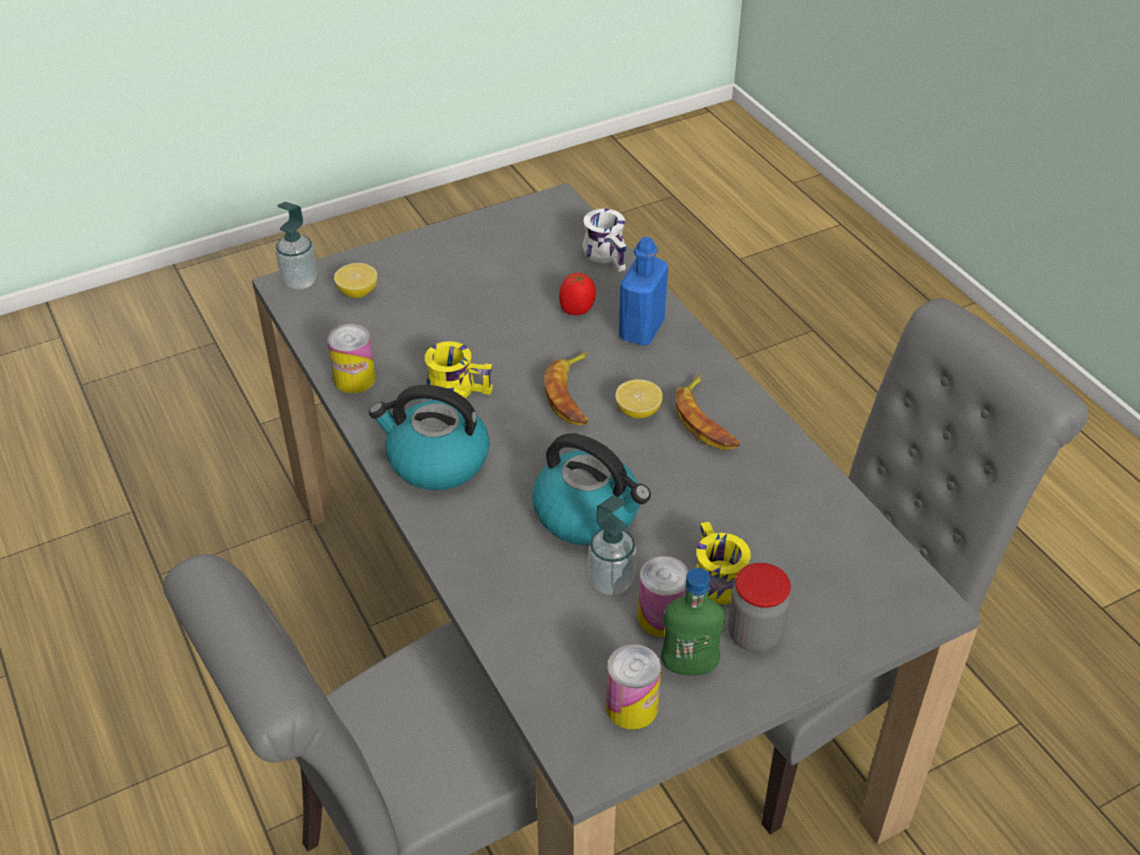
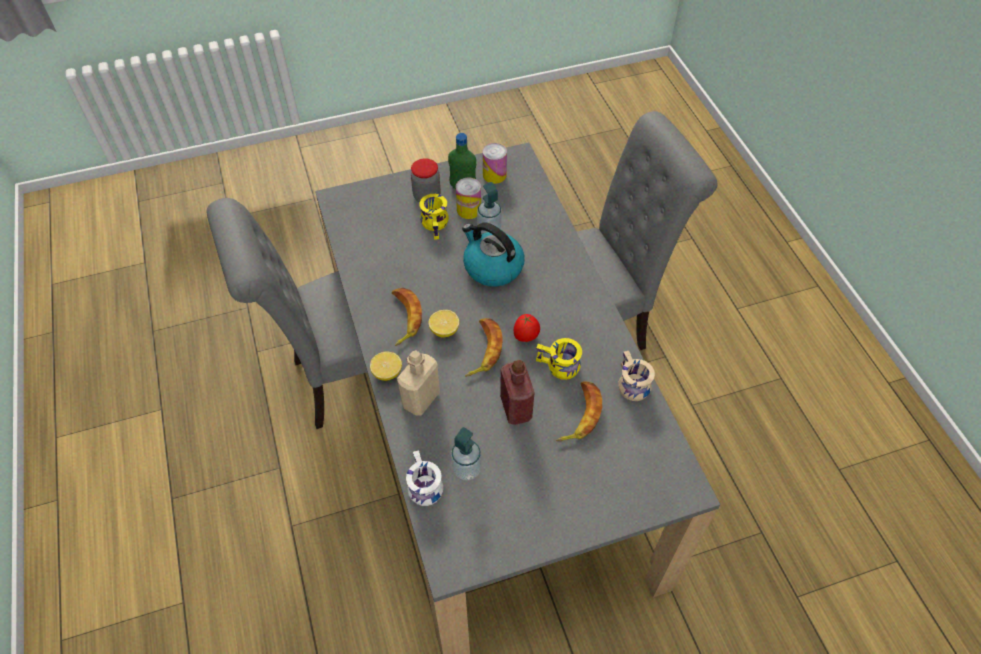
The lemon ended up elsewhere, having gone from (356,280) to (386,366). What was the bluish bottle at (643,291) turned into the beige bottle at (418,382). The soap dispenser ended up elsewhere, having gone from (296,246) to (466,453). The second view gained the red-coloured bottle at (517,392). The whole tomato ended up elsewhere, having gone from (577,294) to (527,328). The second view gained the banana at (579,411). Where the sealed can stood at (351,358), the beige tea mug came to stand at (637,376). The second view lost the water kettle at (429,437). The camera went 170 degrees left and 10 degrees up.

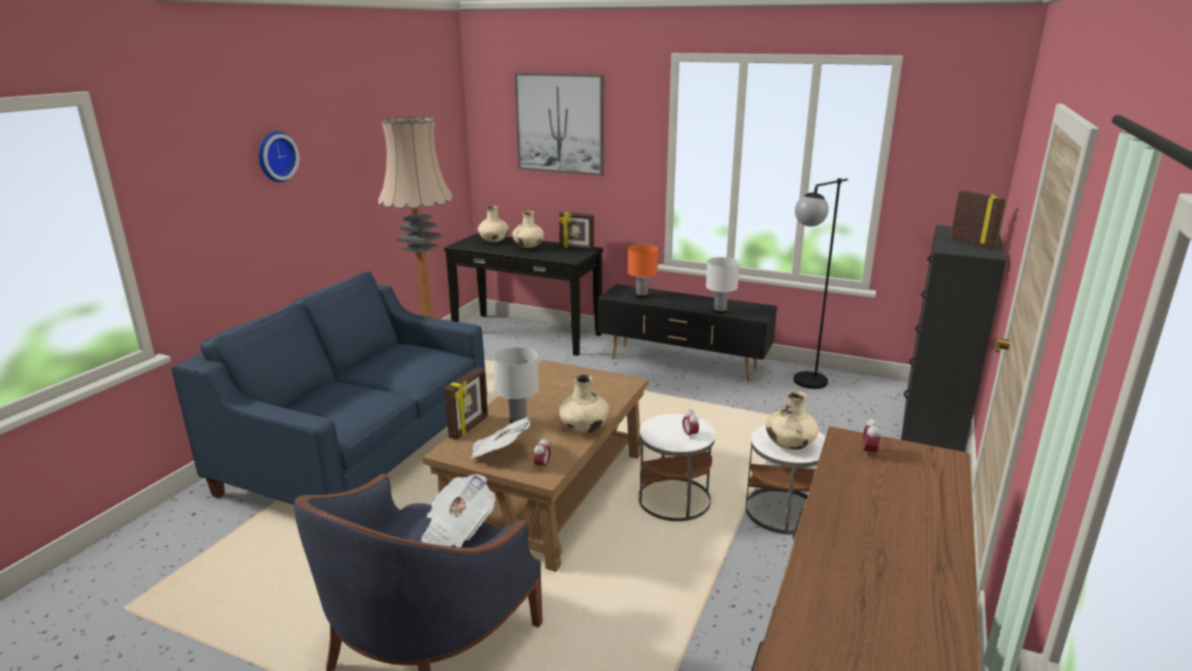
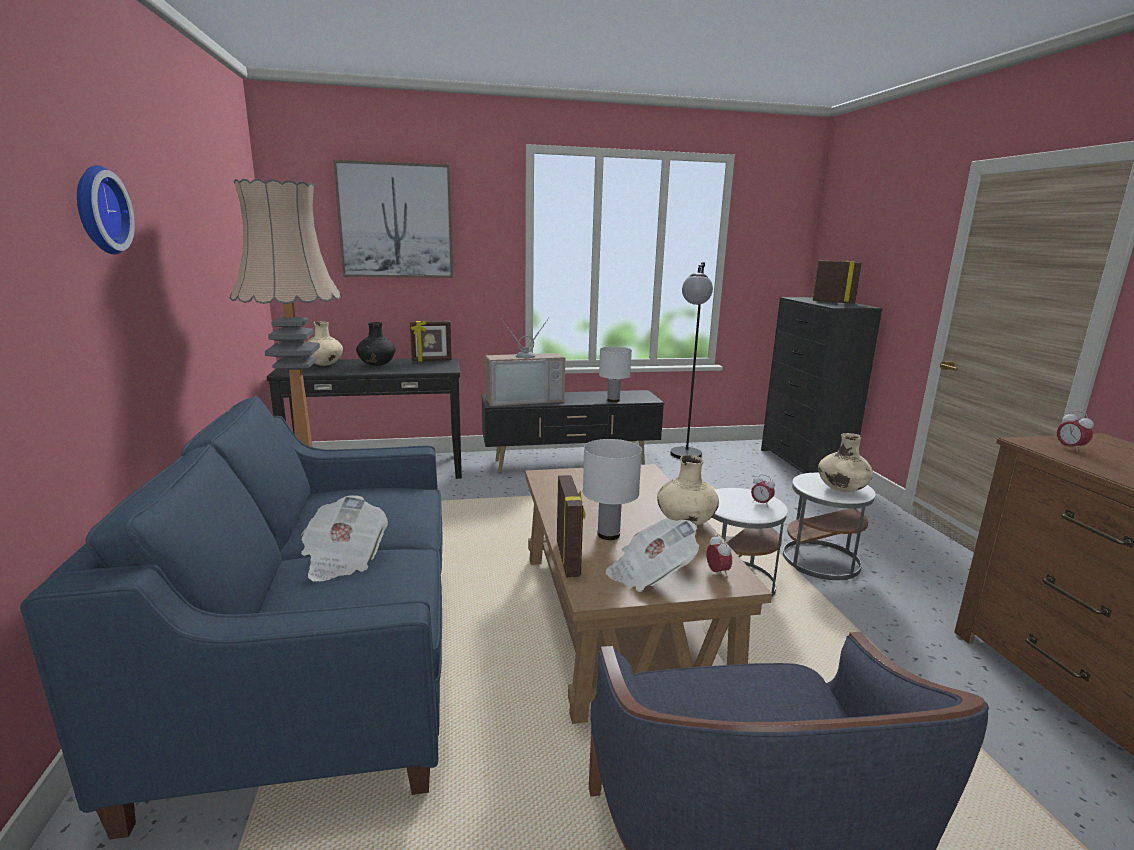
The daily paper ended up elsewhere, having gone from (458,510) to (344,538). What was the beige flower vase at (528,229) turned into the black flower vase at (376,344). Where the orangey lamp for a table stood at (643,271), the television came to stand at (525,362). The camera went 35 degrees left and 5 degrees down.

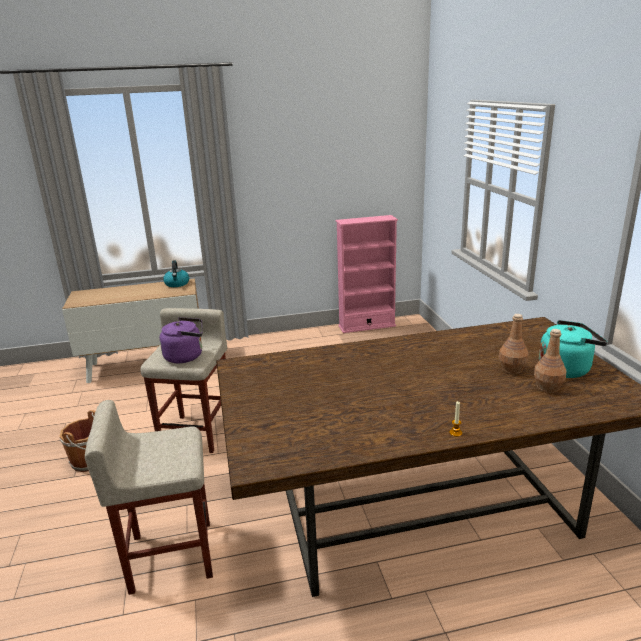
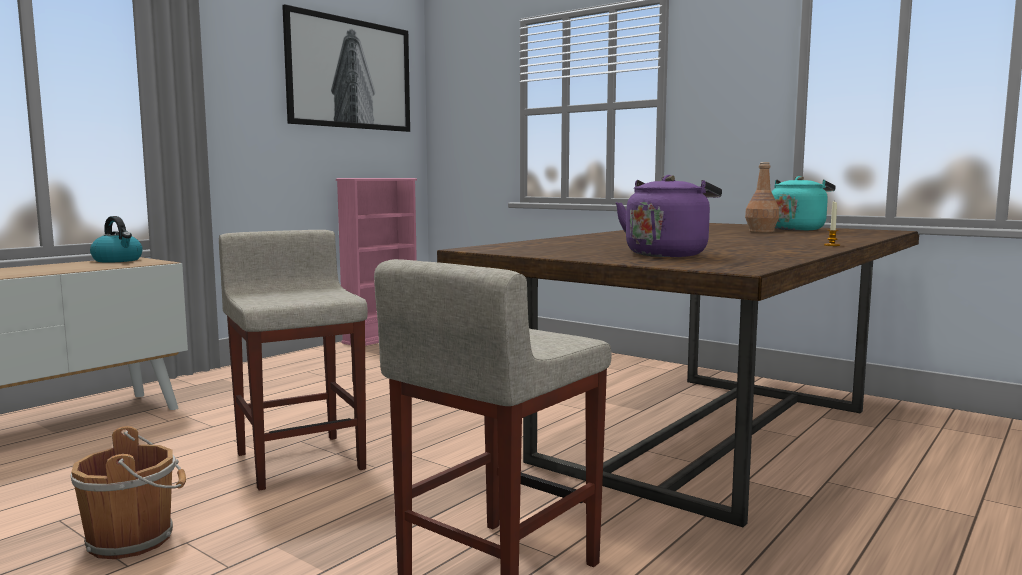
The second view gained the picture at (346,68). The purple water kettle ended up elsewhere, having gone from (181,340) to (669,216). The second view lost the brown-coloured bottle at (550,361). The camera went 40 degrees left and 15 degrees down.

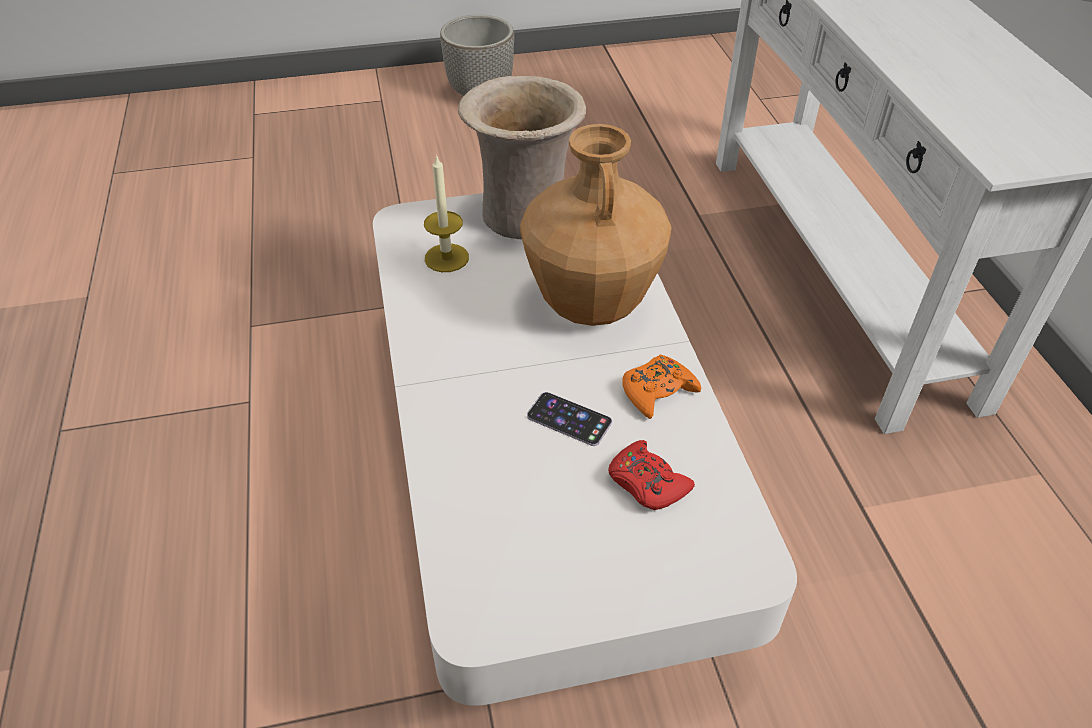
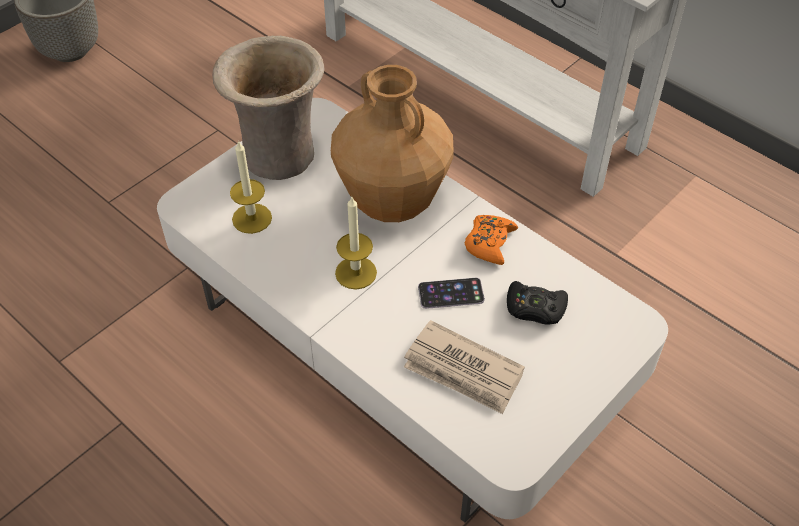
The second view gained the wax candle at (356,243). The second view gained the daily paper at (464,367). What was the red-coloured game controller at (651,475) turned into the black game controller at (537,303). The camera went 35 degrees left and 5 degrees up.

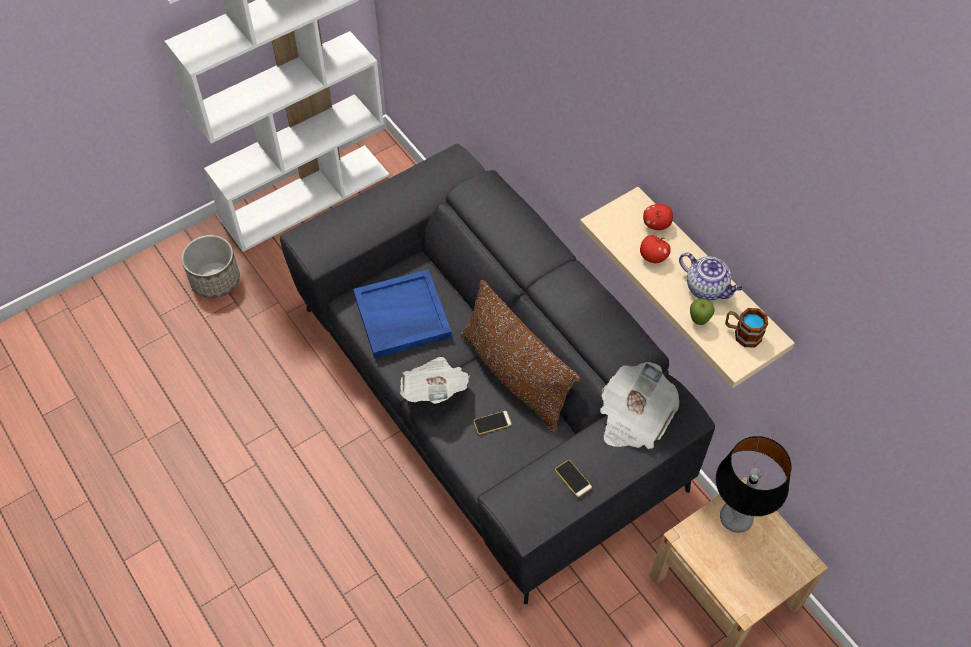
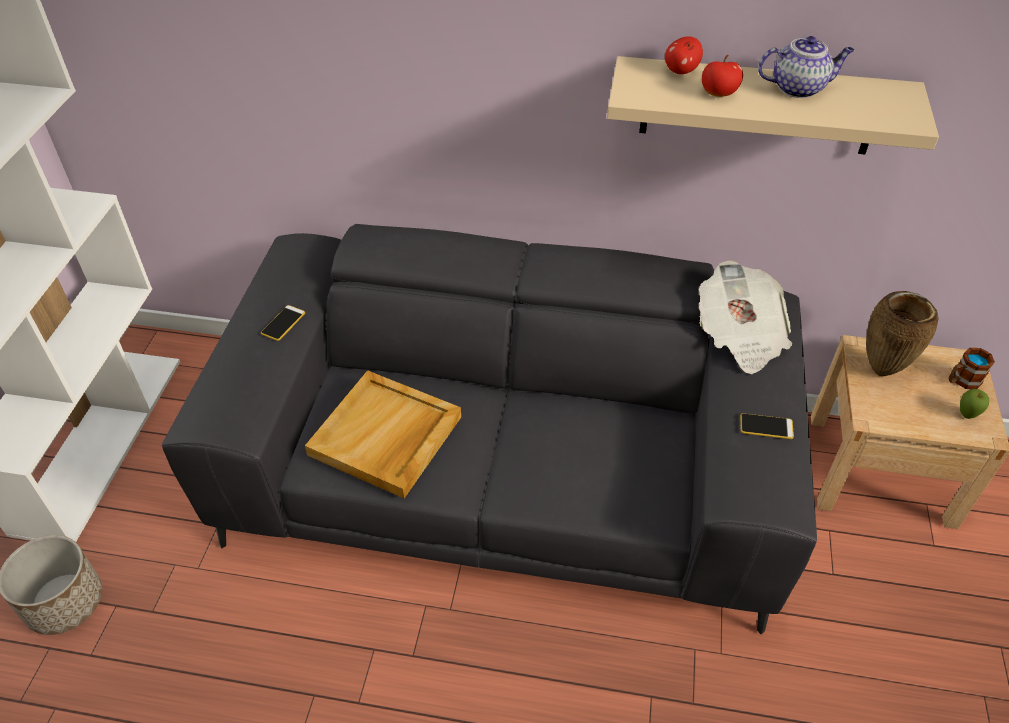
The telephone ended up elsewhere, having gone from (493,423) to (283,323). What was the bluish serving tray at (402,314) turned into the beige serving tray at (383,434). Where the lamp for a table stood at (753,484), the brown-coloured flower vase came to stand at (902,333). The tea mug ended up elsewhere, having gone from (746,328) to (971,368). The apple fruit ended up elsewhere, having gone from (702,311) to (974,404). The second view lost the daily paper at (435,380). The second view lost the brown-coloured throw pillow at (520,356). The camera went 45 degrees left and 10 degrees down.

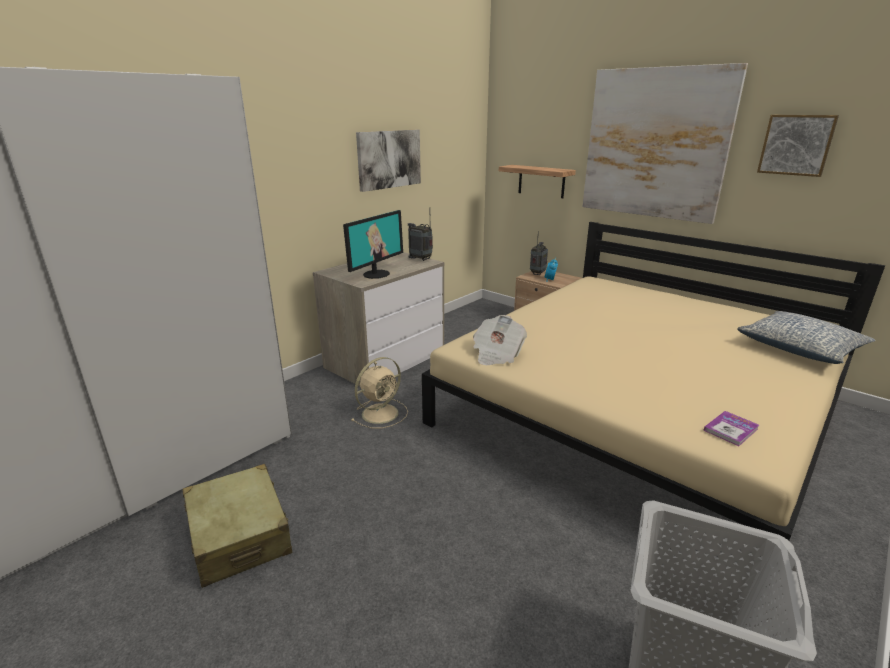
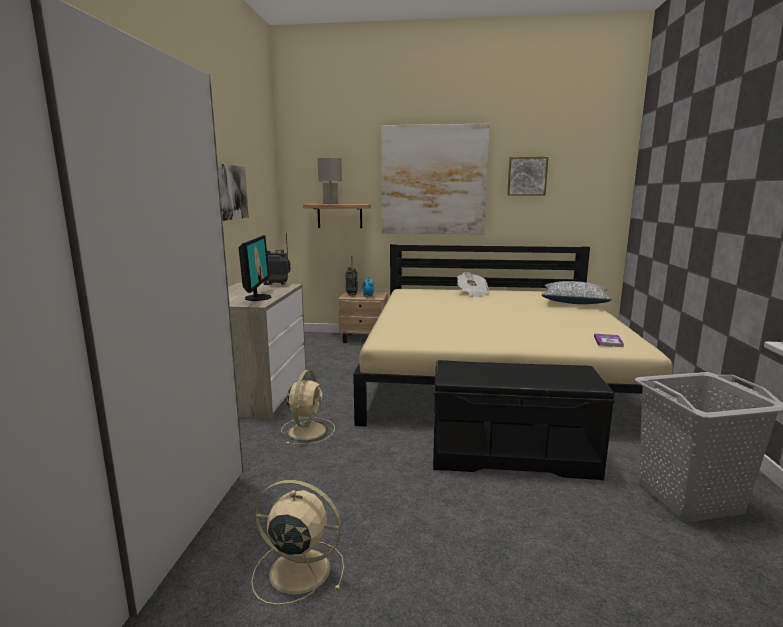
Where the beige travel case stood at (237,526), the beige cooling fan came to stand at (297,542). The second view gained the gray lamp for a table at (329,181). The second view gained the black bench at (523,420). The daily paper ended up elsewhere, having gone from (500,340) to (473,284). The camera went 35 degrees left and 10 degrees down.

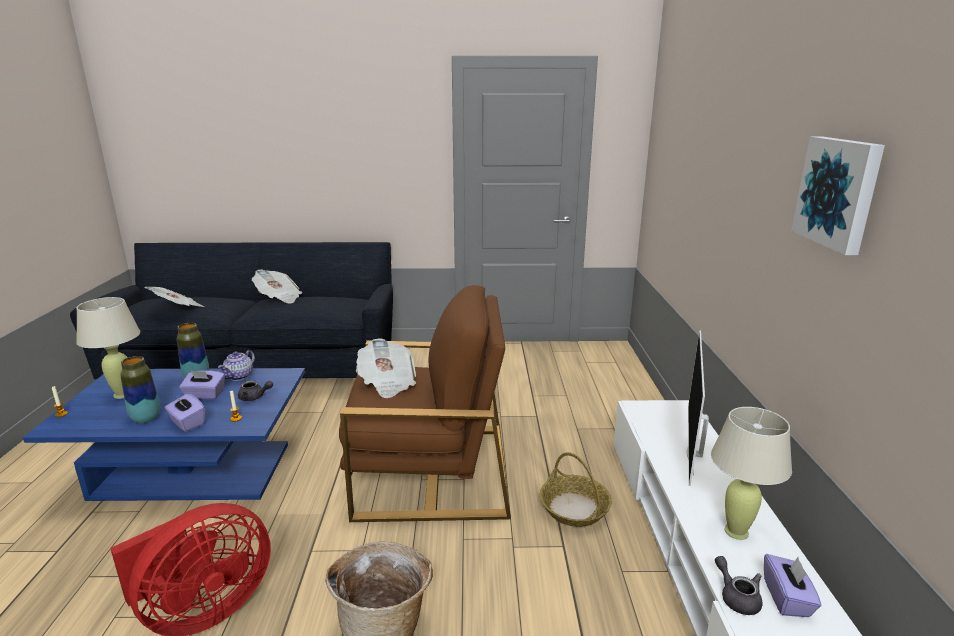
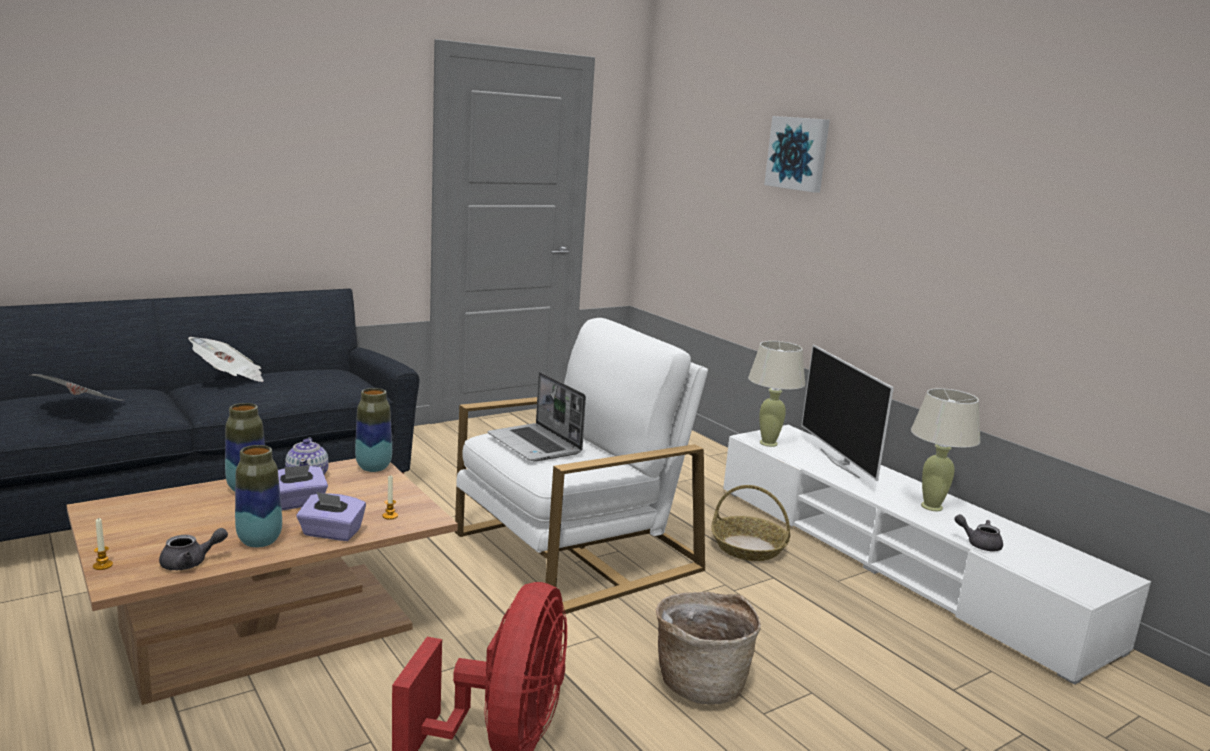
What was the bluish low table at (164,434) turned into the brown-coloured low table at (262,581). The gray tea pot ended up elsewhere, having gone from (255,390) to (193,549). The second view gained the flower vase at (373,430). What was the brown-coloured lounge chair at (425,403) turned into the white lounge chair at (581,466). Where the daily paper stood at (386,368), the laptop came to stand at (536,417). The beige lamp for a table ended up elsewhere, having gone from (108,348) to (777,394). The picture ended up elsewhere, having gone from (838,195) to (797,154). The second view lost the purple box of tissues at (793,585). The camera went 35 degrees left and 5 degrees down.

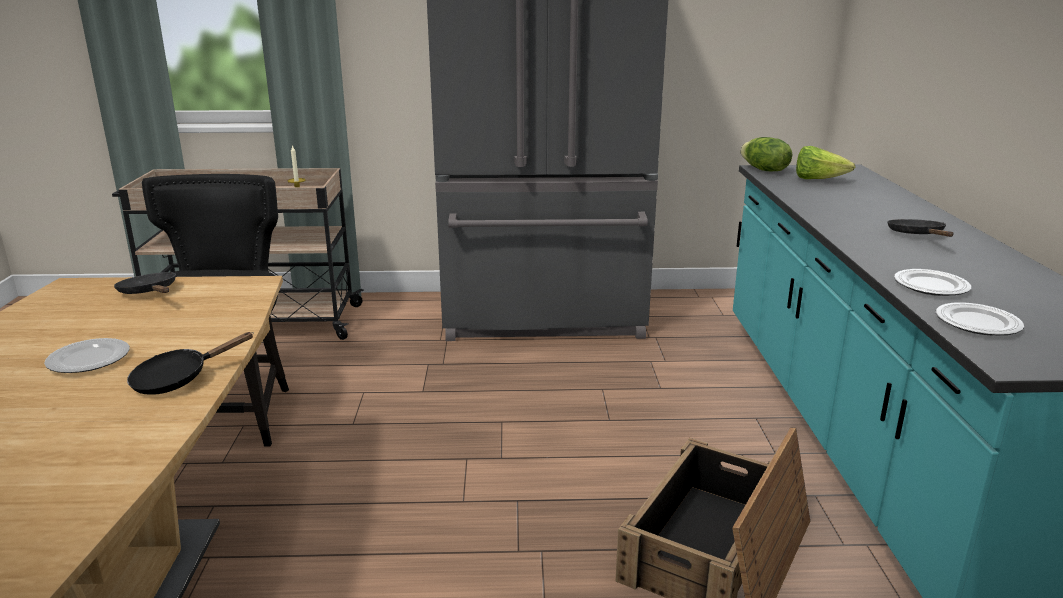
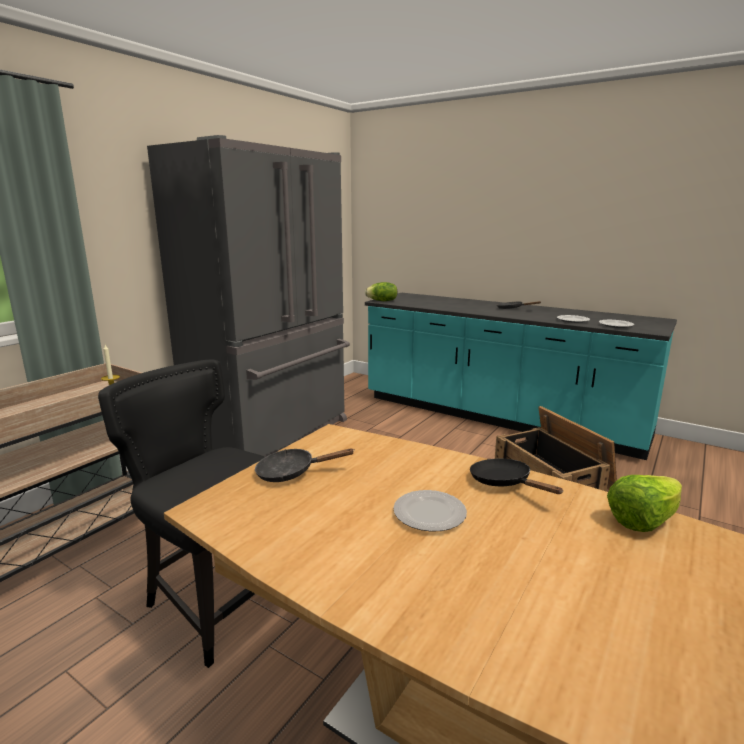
The black skillet at (190,363) ended up facing another way, 150 degrees clockwise from before. The head of lettuce ended up elsewhere, having gone from (825,162) to (644,503). The camera went 55 degrees left and 5 degrees down.

